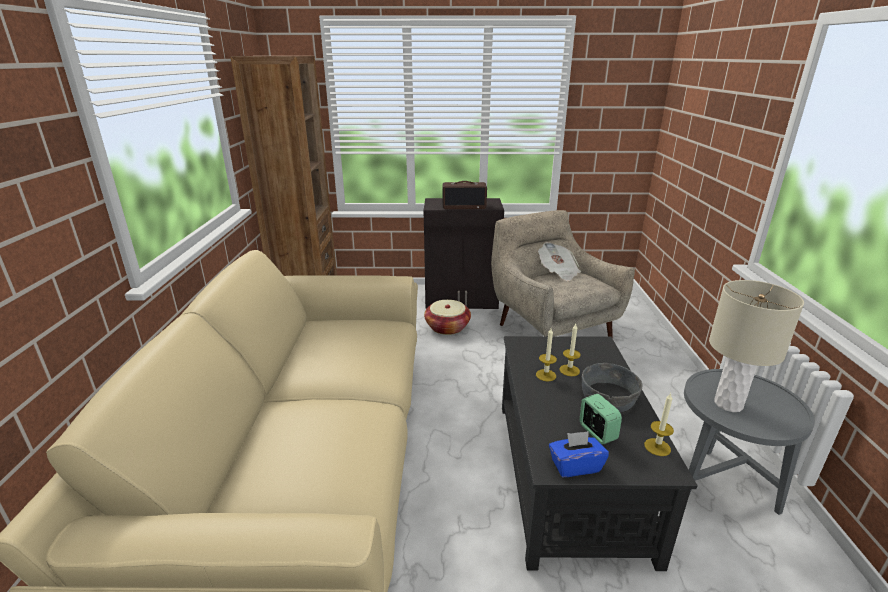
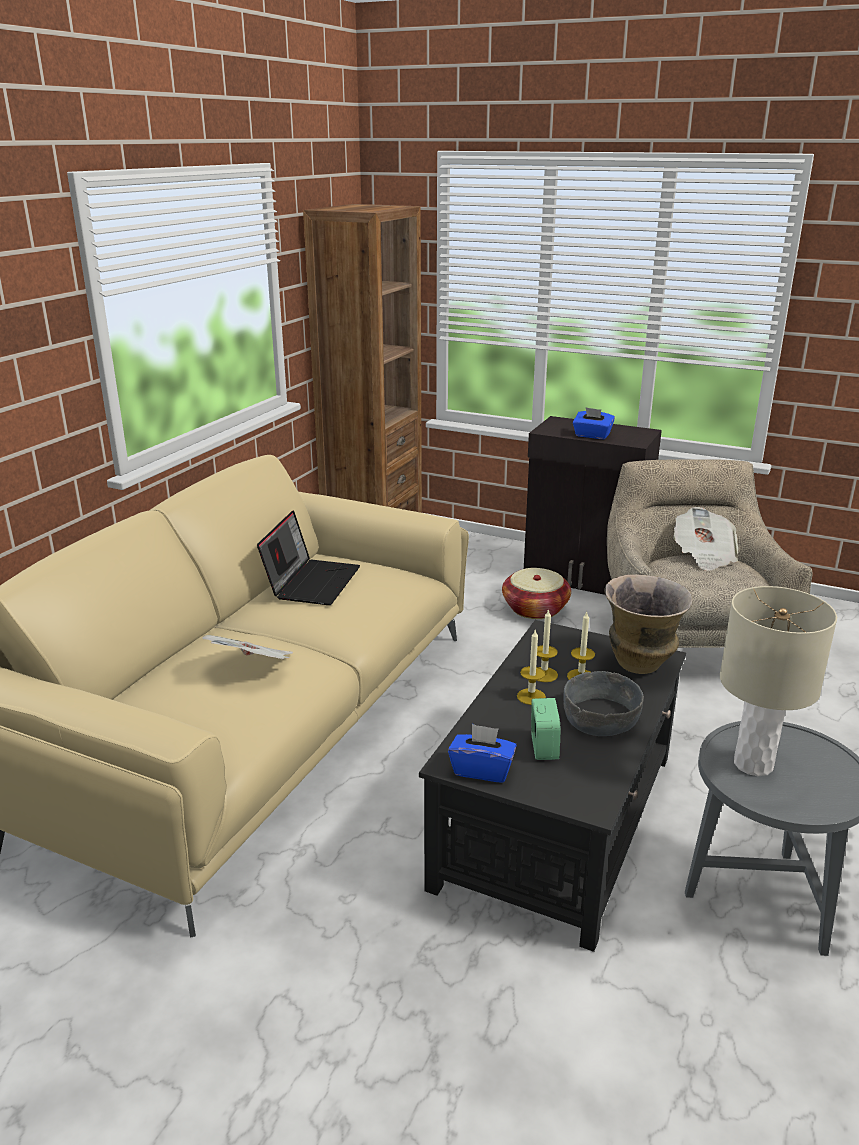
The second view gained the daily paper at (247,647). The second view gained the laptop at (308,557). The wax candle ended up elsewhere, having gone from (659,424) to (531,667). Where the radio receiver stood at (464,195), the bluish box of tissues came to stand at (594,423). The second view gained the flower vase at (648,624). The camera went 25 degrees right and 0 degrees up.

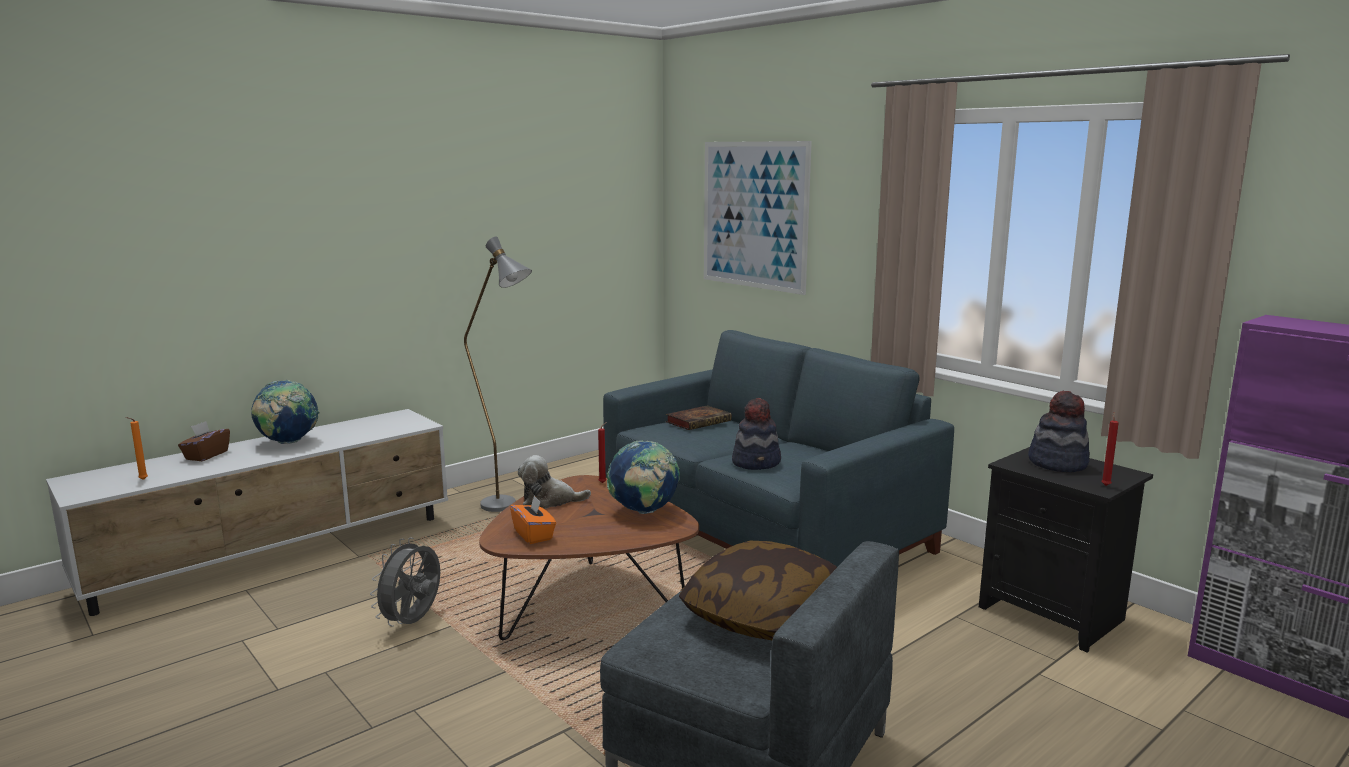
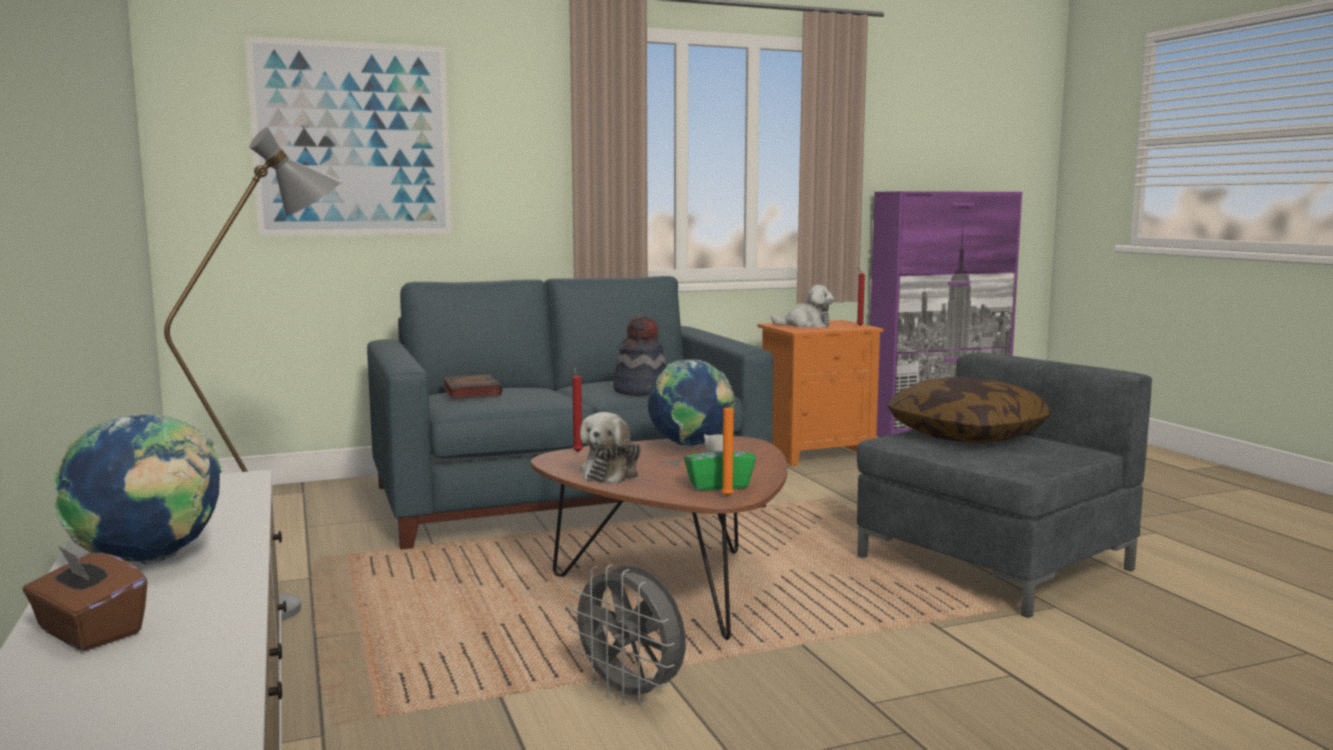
What was the orangey box of tissues at (533,519) turned into the greenish box of tissues at (720,462). The orangey wax candle ended up elsewhere, having gone from (137,448) to (727,449). What was the black nightstand at (1066,550) turned into the orangey nightstand at (820,393). Where the wearable hat stood at (1059,431), the plush toy came to stand at (802,306). The camera went 70 degrees left and 5 degrees down.

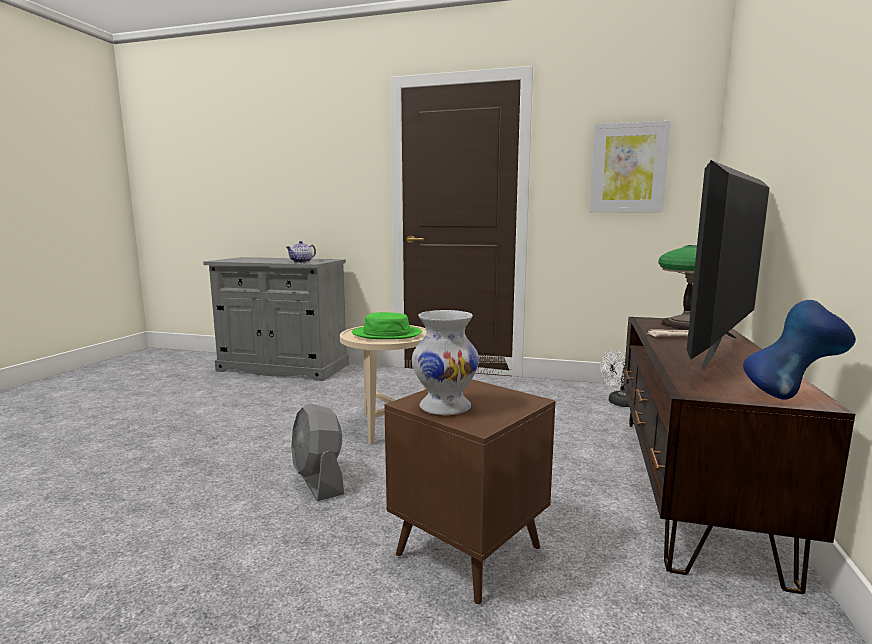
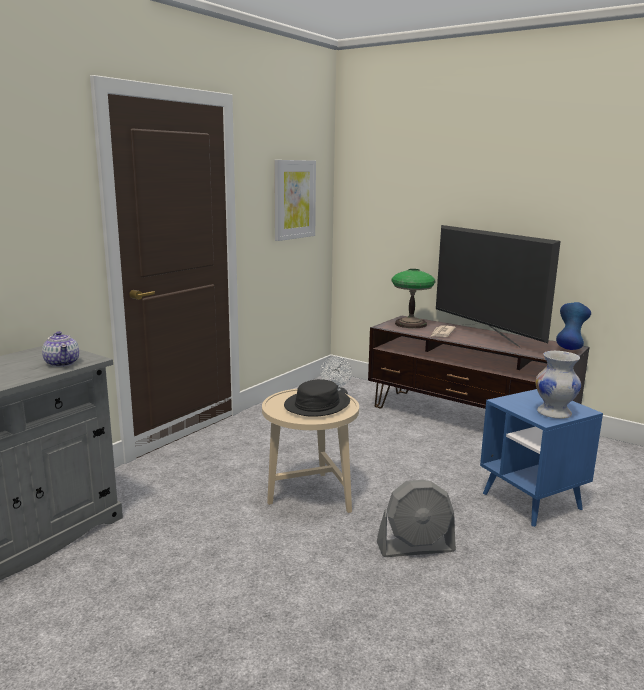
What was the greenish wearable hat at (387,325) turned into the black wearable hat at (317,398). What was the brown-coloured accent table at (469,492) turned into the bluish accent table at (541,458). The camera went 70 degrees left and 5 degrees up.

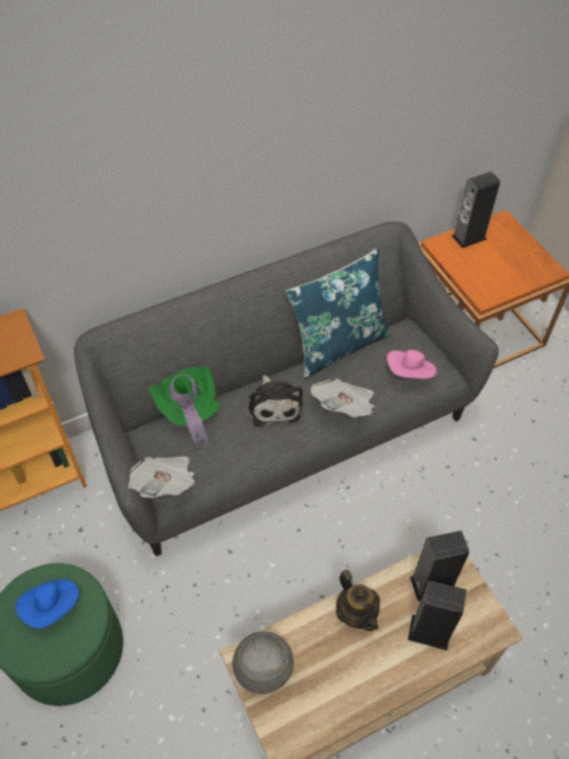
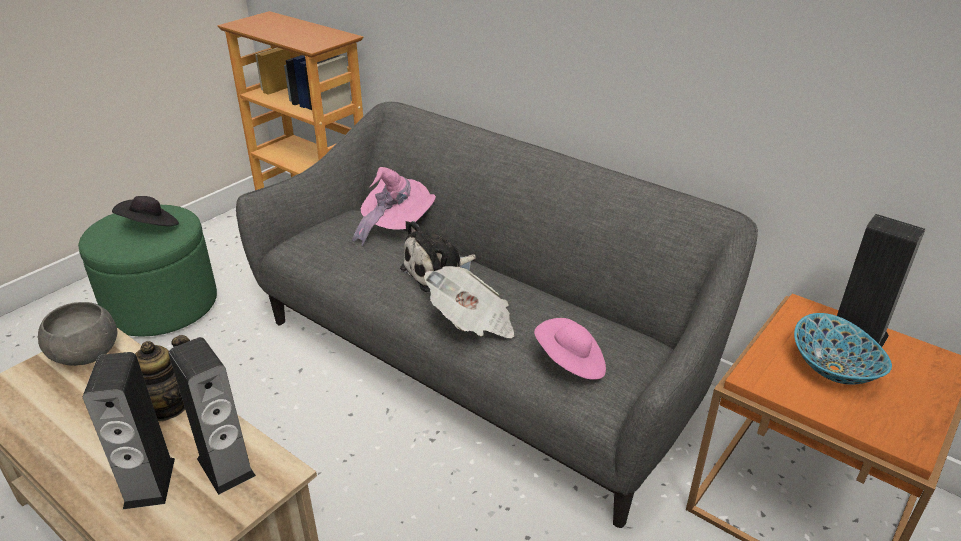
What was the bluish wearable hat at (47,604) turned into the black wearable hat at (145,211). What was the greenish wearable hat at (184,406) turned into the pink-coloured wearable hat at (394,207). The second view gained the bowl at (843,349). The second view lost the daily paper at (161,477). The second view lost the bluish throw pillow at (338,313). The camera went 65 degrees right and 20 degrees down.

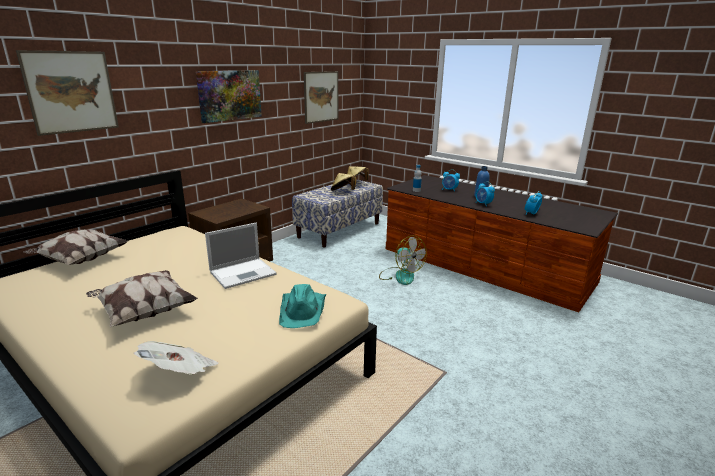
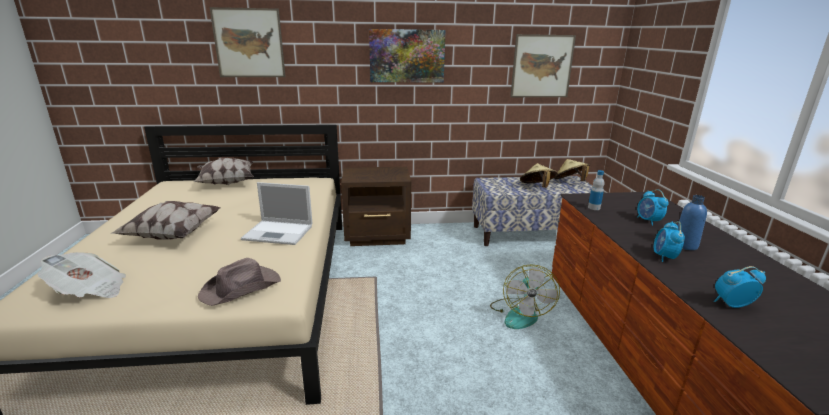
What was the turquoise wearable hat at (302,306) turned into the brown-coloured wearable hat at (239,282). The camera went 45 degrees right and 0 degrees up.

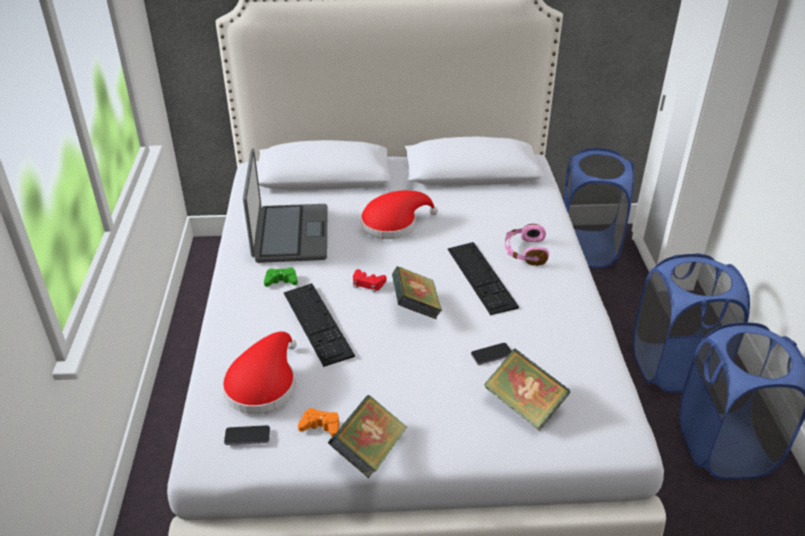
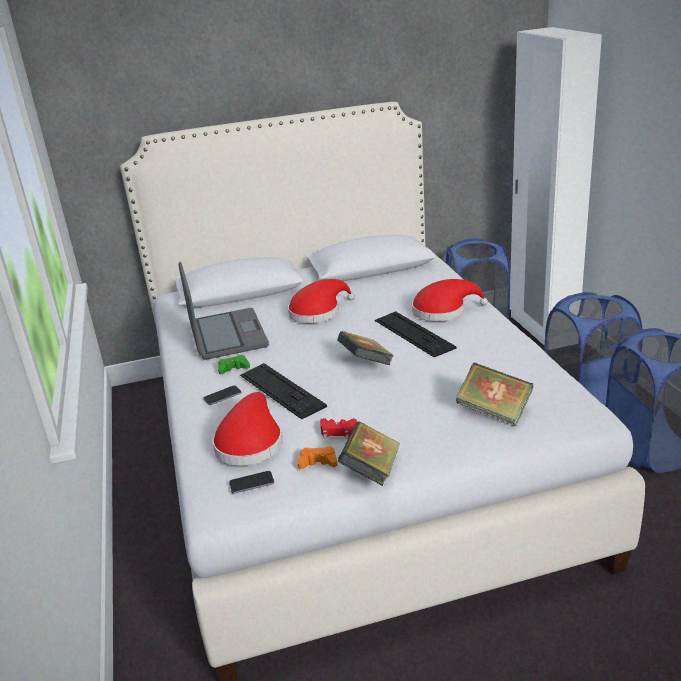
The telephone ended up elsewhere, having gone from (491,354) to (223,395). The red-coloured game controller ended up elsewhere, having gone from (370,280) to (338,428). Where the pink-coloured pair of headphones stood at (527,245), the red-coloured wearable hat came to stand at (450,300). The camera went 10 degrees left and 10 degrees down.

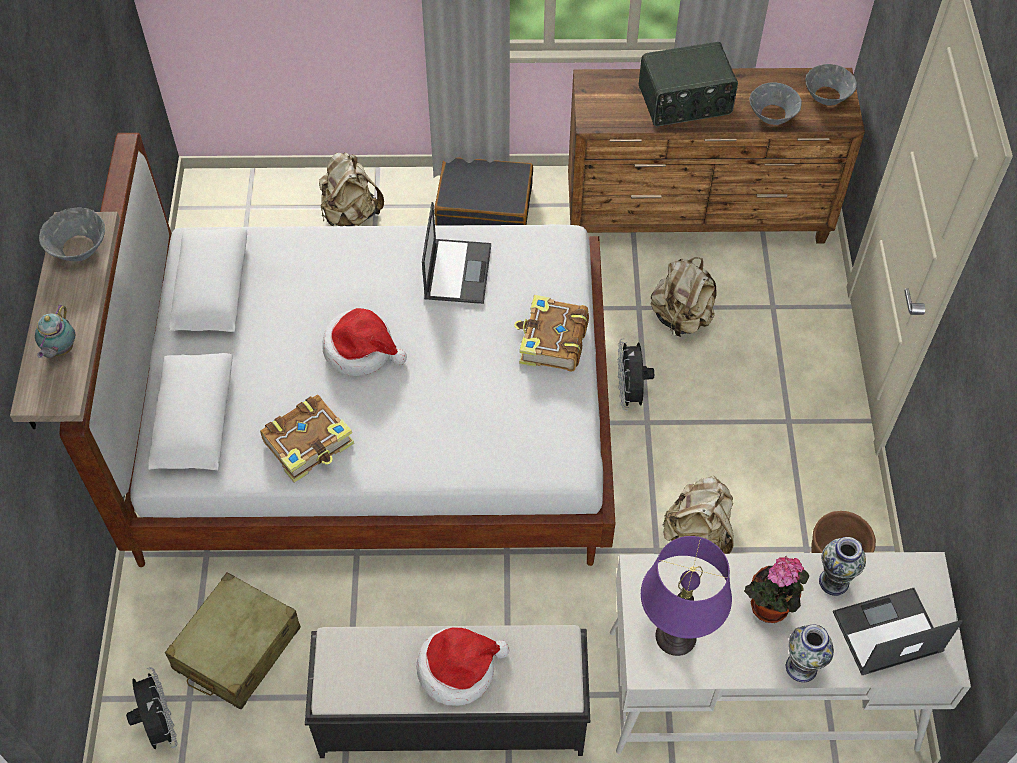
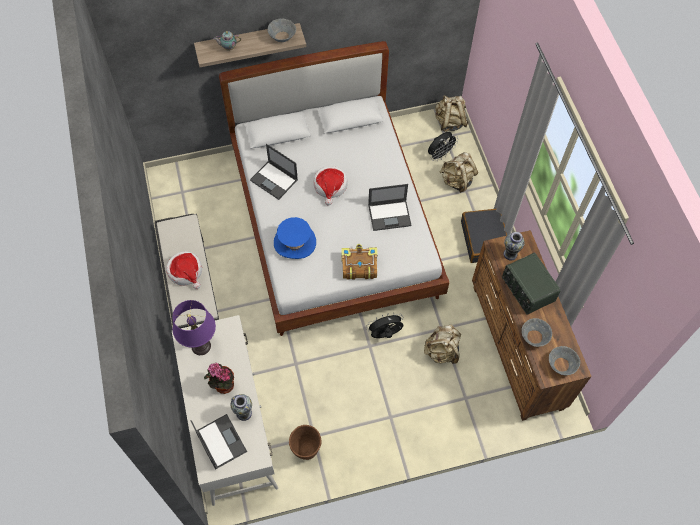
Where the volume stood at (307,438), the laptop came to stand at (274,172). The second view gained the bluish wearable hat at (295,238). The black cooling fan ended up elsewhere, having gone from (151,708) to (443,146). The beige rucksack ended up elsewhere, having gone from (698,515) to (451,113). The flower vase ended up elsewhere, having gone from (810,653) to (514,246). The second view lost the beige travel case at (233,641). The camera went 75 degrees right and 5 degrees up.

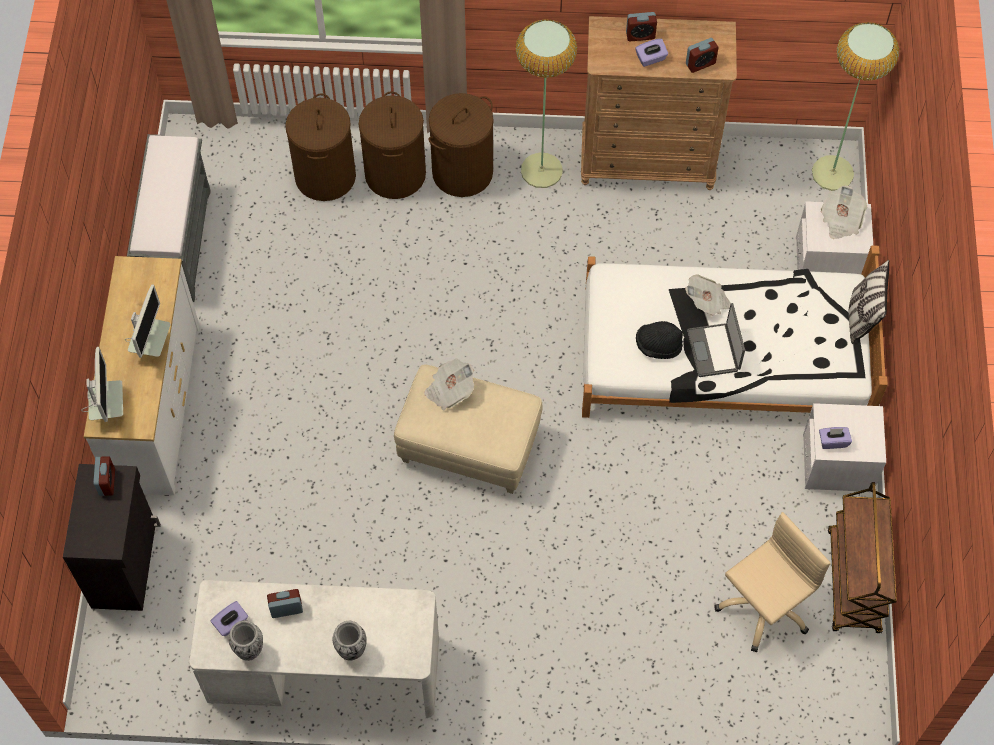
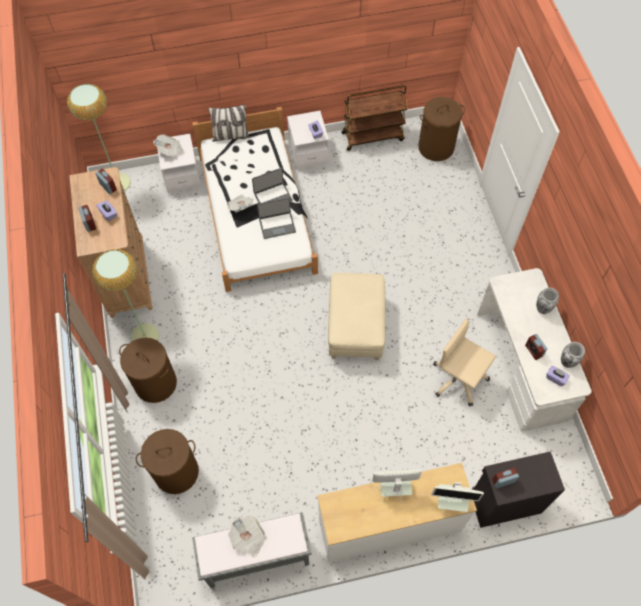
The daily paper ended up elsewhere, having gone from (449,385) to (247,536). Where the black wearable hat stood at (659,340), the laptop came to stand at (276,218). The brown-coloured laundry basket ended up elsewhere, having gone from (392,145) to (441,129). The computer display at (102,384) ended up facing another way, 150 degrees counterclockwise from before. The beige computer chair ended up elsewhere, having gone from (772,582) to (464,362). The camera went 105 degrees left and 0 degrees up.

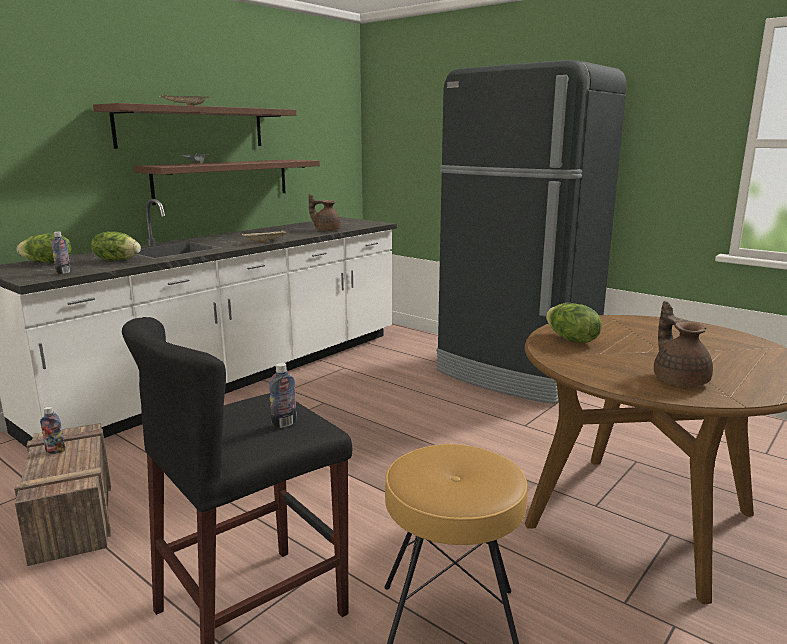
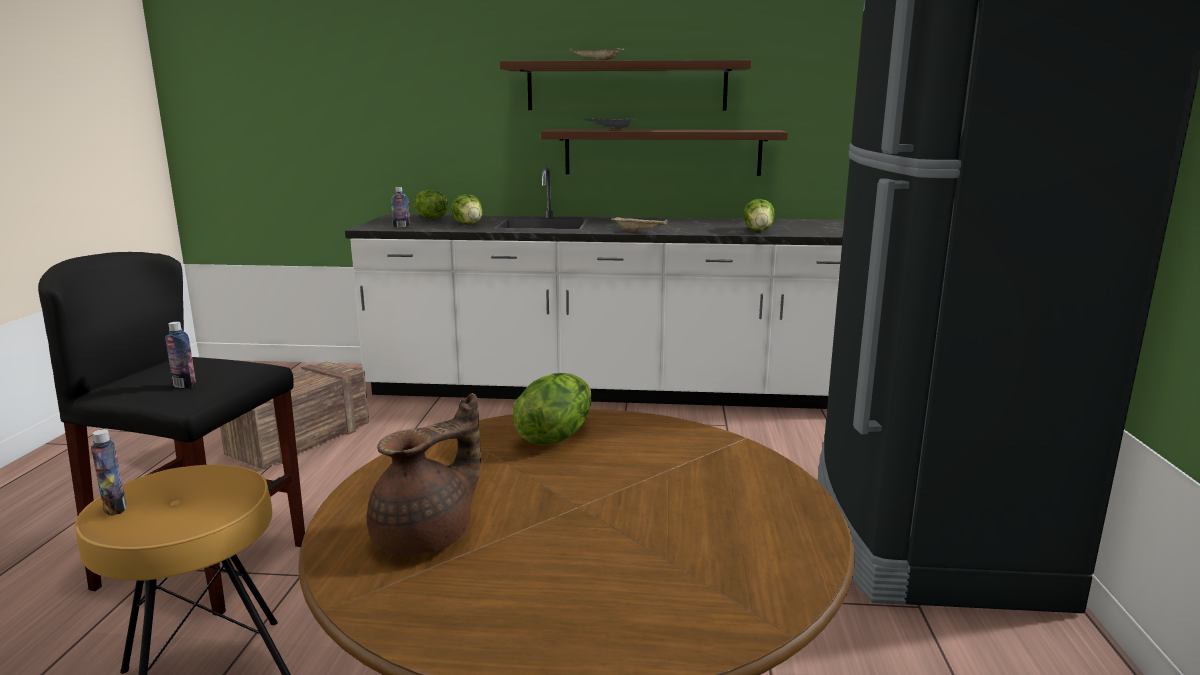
The bottle ended up elsewhere, having gone from (52,430) to (109,472). Where the brown-coloured tea pot stood at (325,212), the head of lettuce came to stand at (759,215). The camera went 55 degrees right and 0 degrees up.

